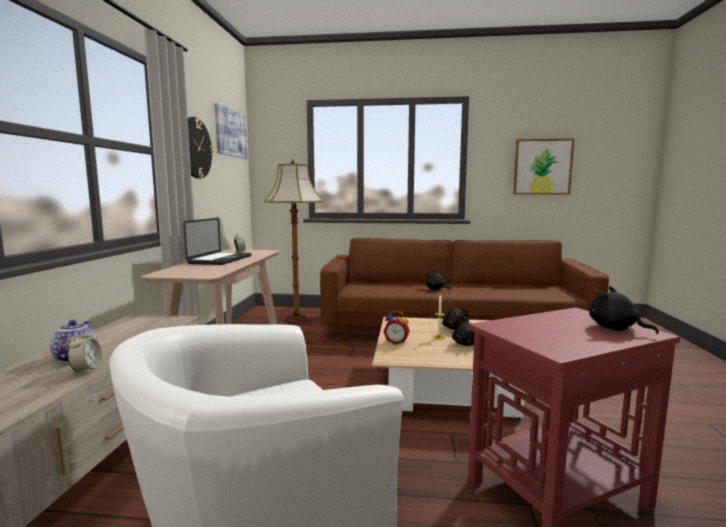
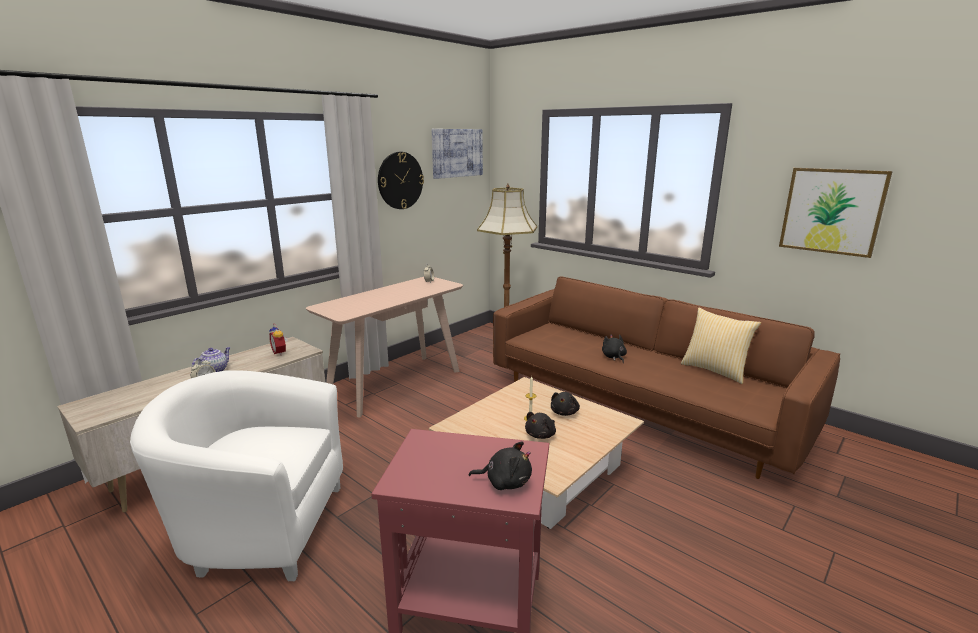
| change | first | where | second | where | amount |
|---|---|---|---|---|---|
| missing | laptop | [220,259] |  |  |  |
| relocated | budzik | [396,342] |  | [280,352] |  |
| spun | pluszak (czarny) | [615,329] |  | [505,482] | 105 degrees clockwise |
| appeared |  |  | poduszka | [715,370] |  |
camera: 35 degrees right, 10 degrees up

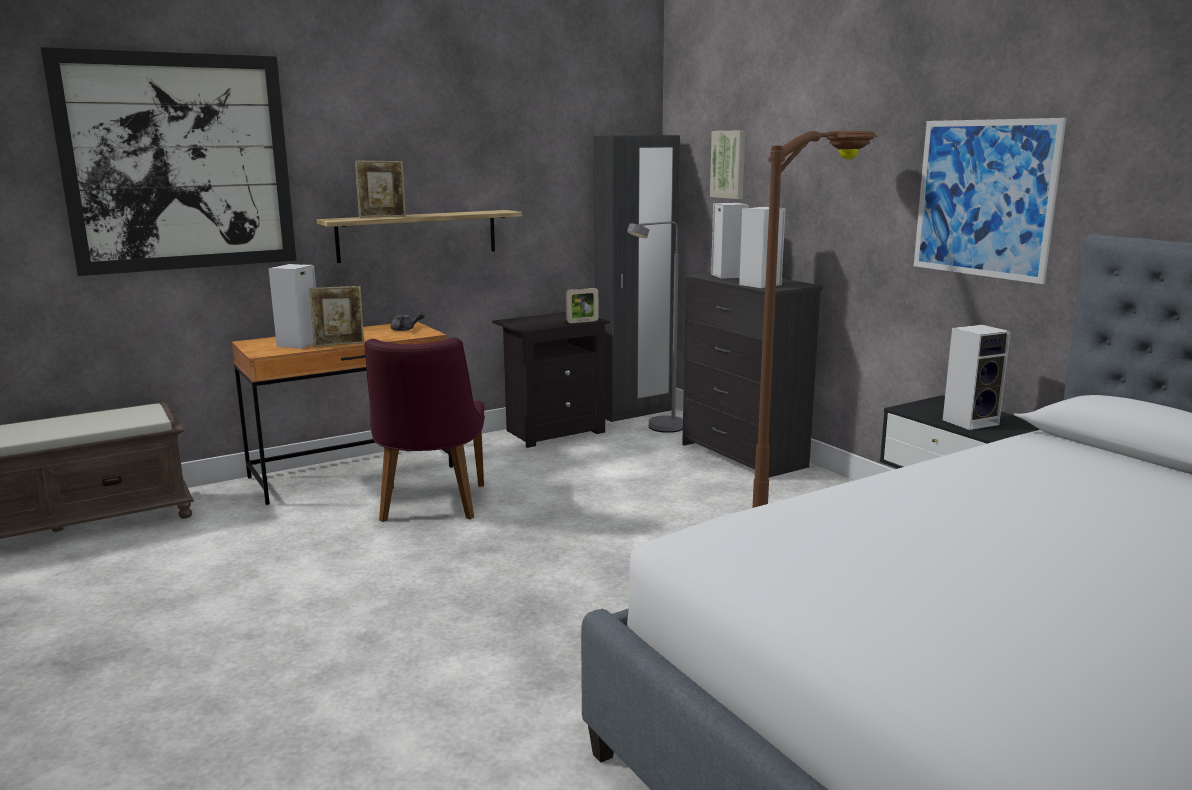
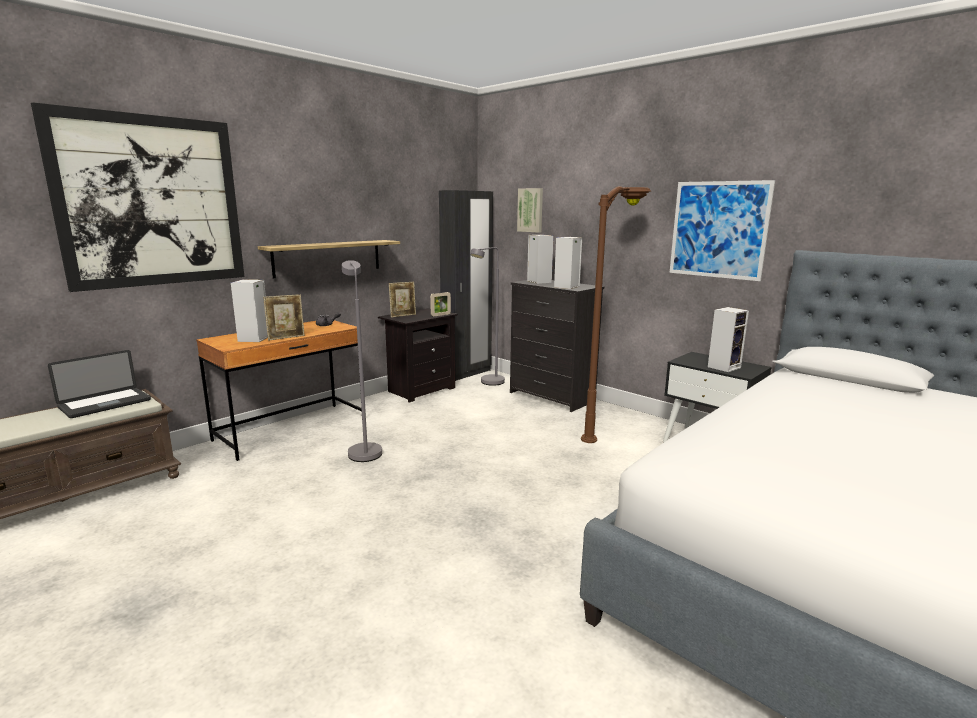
| change | first | where | second | where | amount |
|---|---|---|---|---|---|
| relocated | ramka na zdjęcie | [382,217] |  | [403,315] |  |
| exchanged | krzesło (fioletowy) | [429,507] | lampa stojąca (szary) | [364,450] |  |
| appeared |  |  | laptop | [105,404] |  |
camera: 15 degrees left, 0 degrees up

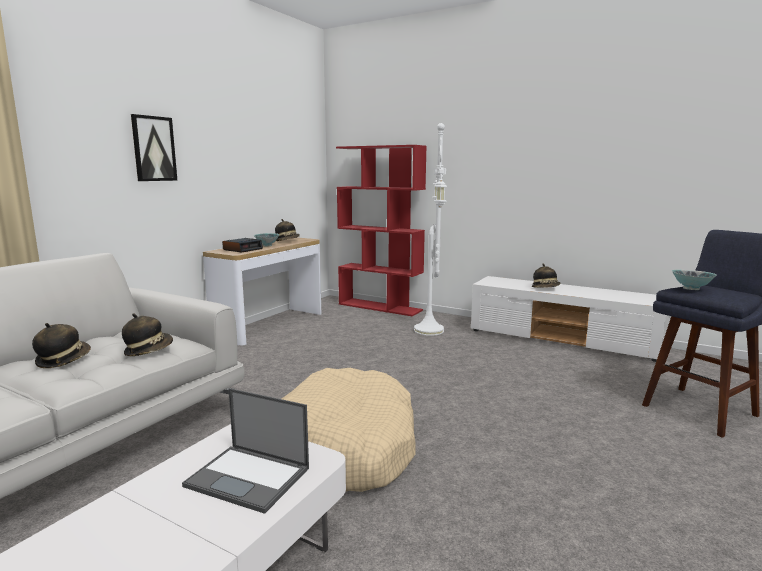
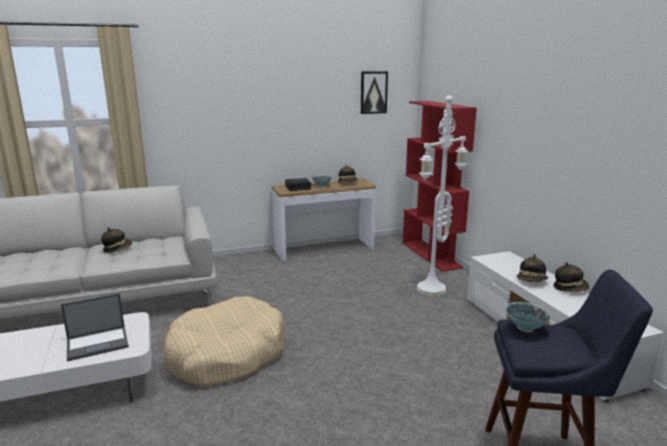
| change | first | where | second | where | amount |
|---|---|---|---|---|---|
| relocated | kapelusz | [149,350] |  | [570,288] |  |
| relocated | obraz | [154,149] |  | [373,92] |  |
| spun | laptop | [249,477] |  | [98,343] | 90 degrees counterclockwise |
camera: 40 degrees right, 5 degrees up

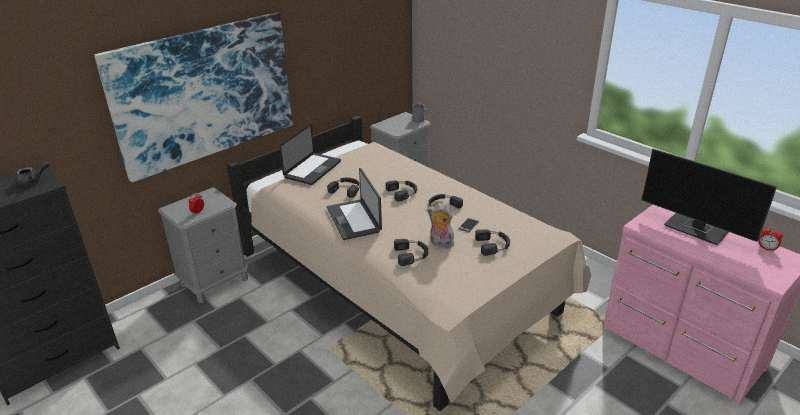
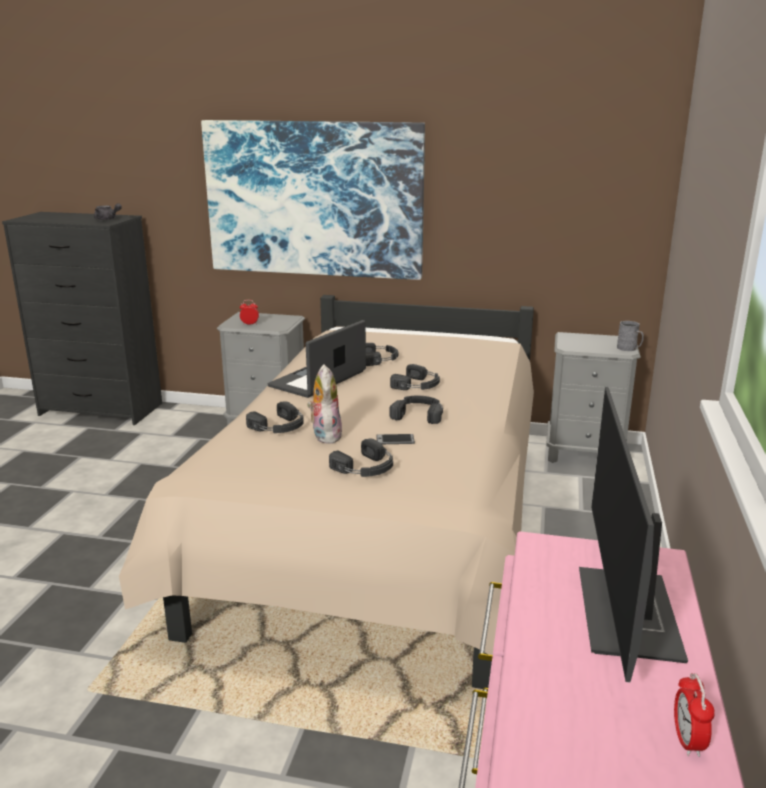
| change | first | where | second | where | amount |
|---|---|---|---|---|---|
| missing | laptop | [313,170] |  |  |  |
camera: 55 degrees right, 10 degrees down

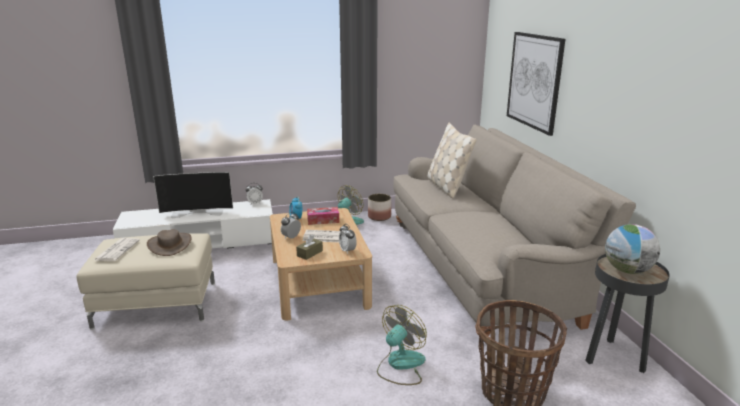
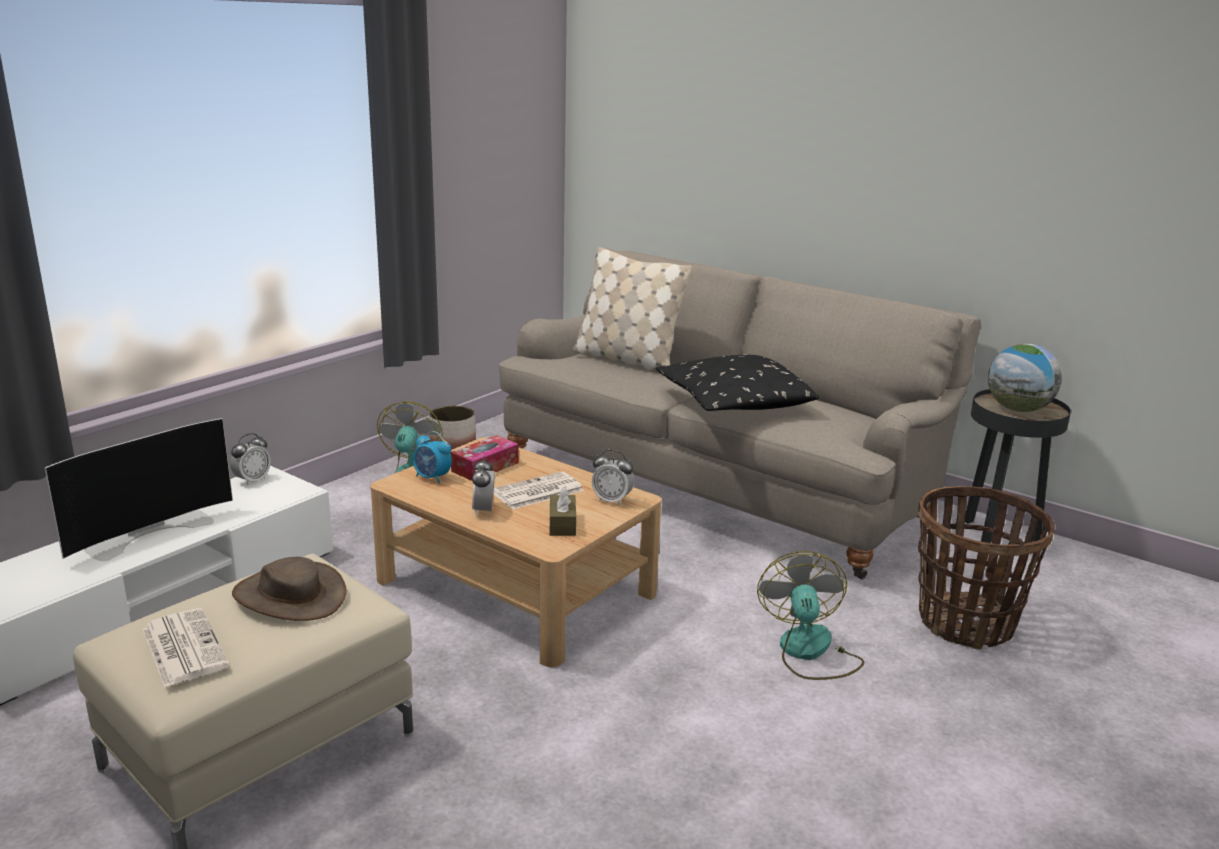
| change | first | where | second | where | amount |
|---|---|---|---|---|---|
| missing | obraz | [534,81] |  |  |  |
| appeared |  |  | poduszka (czarny) | [732,402] |  |
camera: 40 degrees left, 0 degrees up

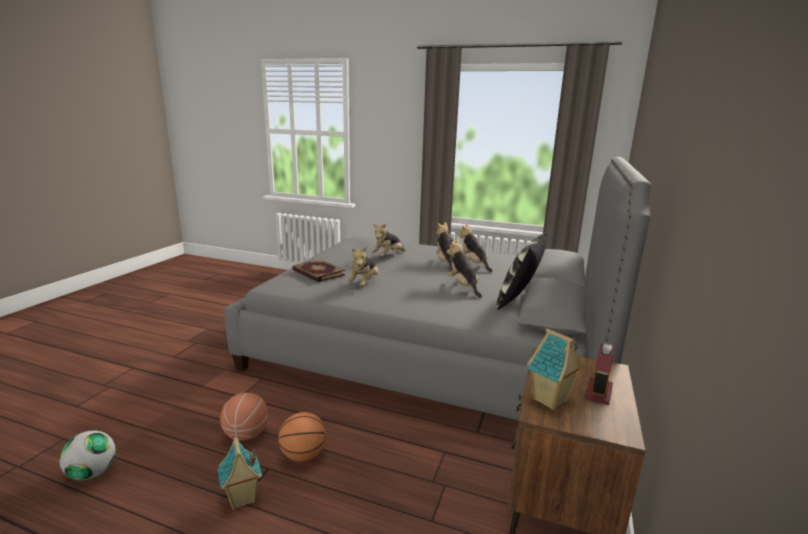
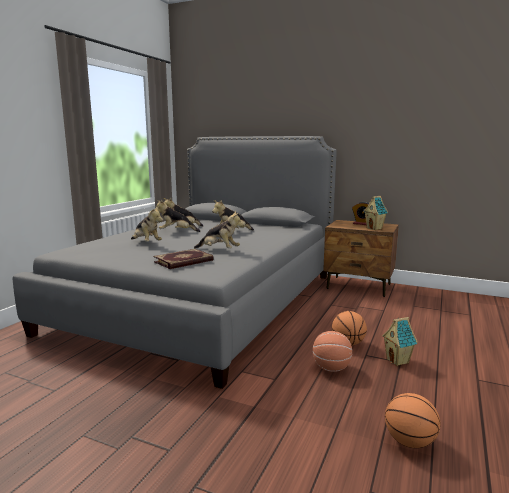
| change | first | where | second | where | amount |
|---|---|---|---|---|---|
| exchanged | piłka futbolowa | [92,473] | piłka do koszykówki | [409,442] |  |
| missing | poduszka | [518,300] |  |  |  |
camera: 85 degrees left, 5 degrees down

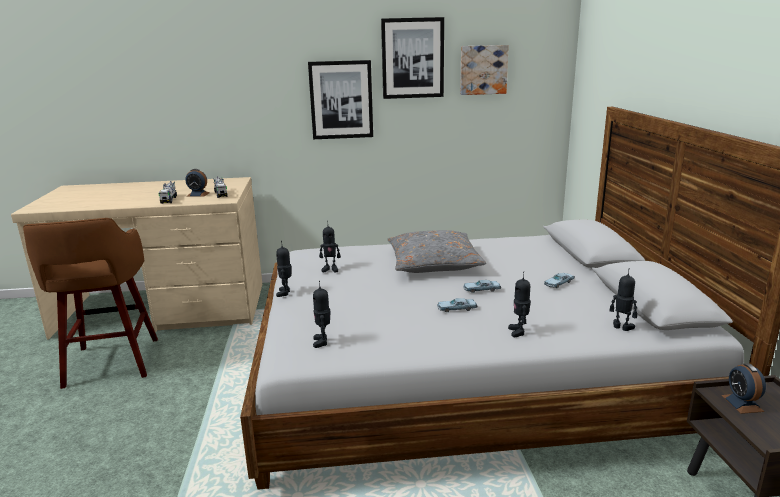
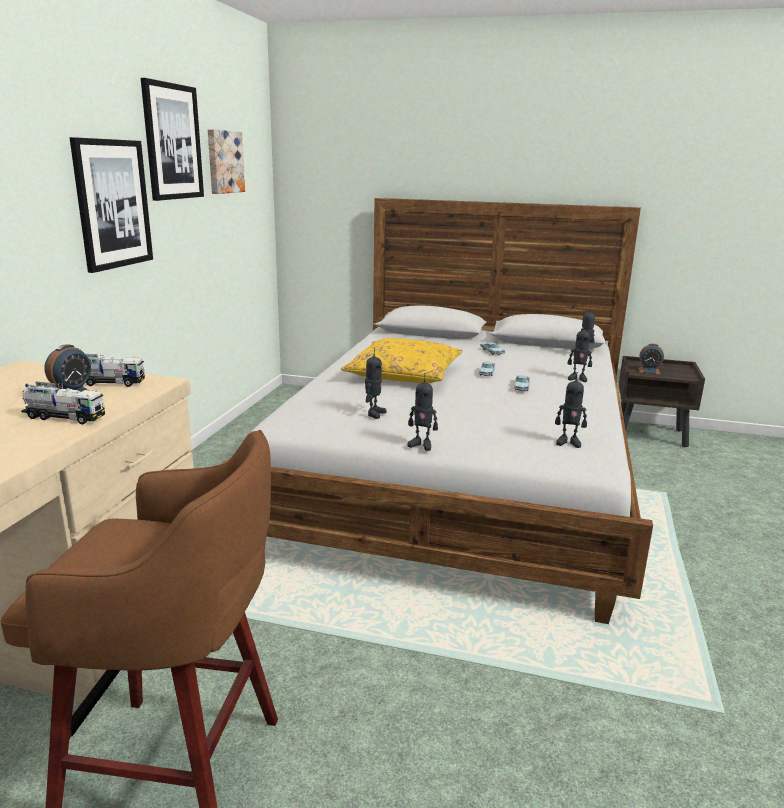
| change | first | where | second | where | amount |
|---|---|---|---|---|---|
| colour | poduszka (szary) | [433,263] | poduszka (żółty) | [404,374] |  |
camera: 70 degrees left, 0 degrees up

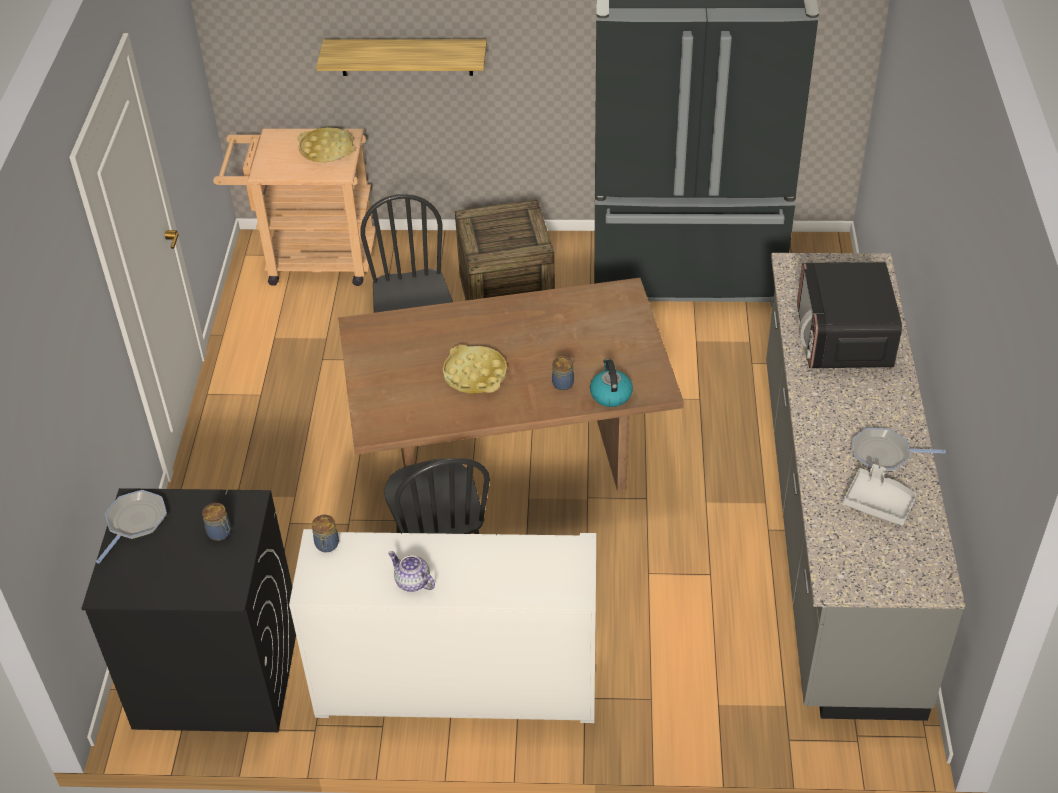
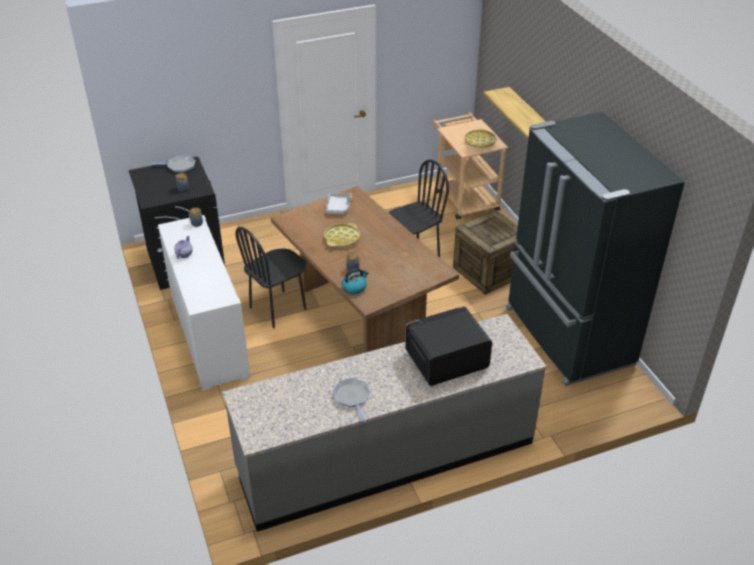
| change | first | where | second | where | amount |
|---|---|---|---|---|---|
| relocated | taca (szary) | [878,503] |  | [338,207] |  |
camera: 65 degrees right, 5 degrees down

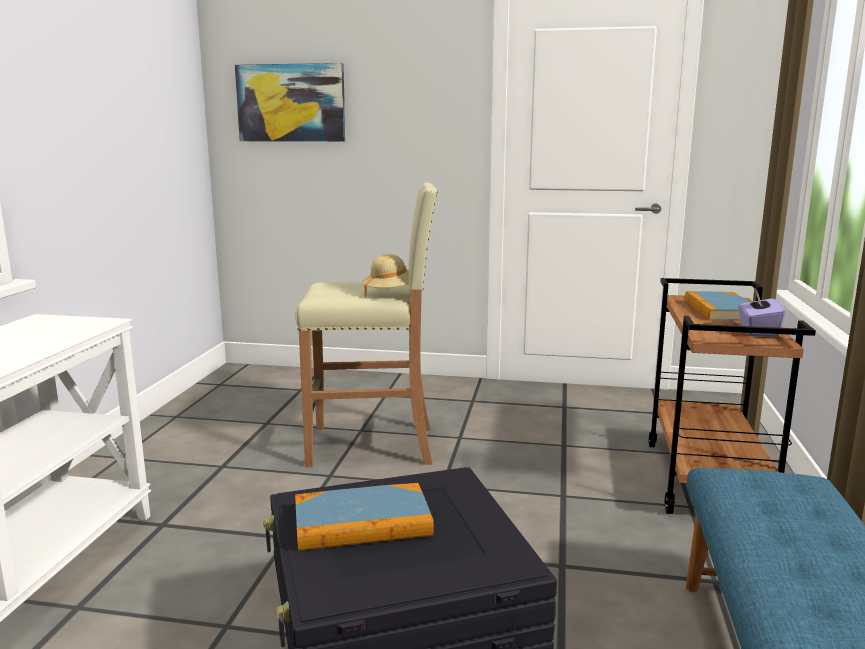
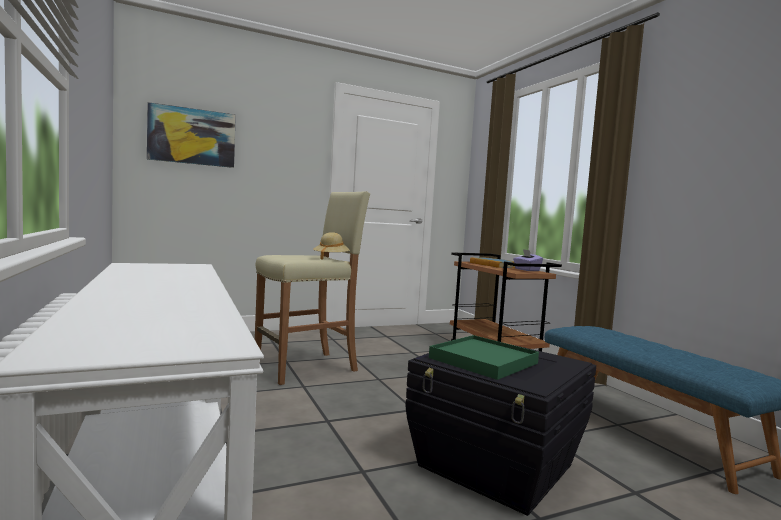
| change | first | where | second | where | amount |
|---|---|---|---|---|---|
| exchanged | książka | [362,522] | taca (zielony) | [483,361] |  |
camera: 35 degrees left, 10 degrees down

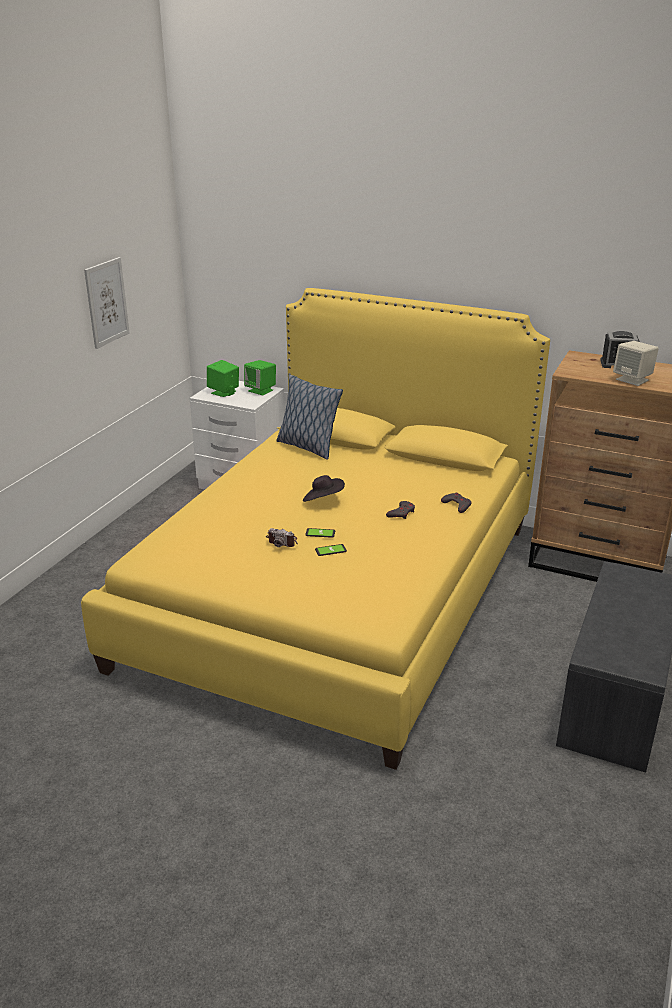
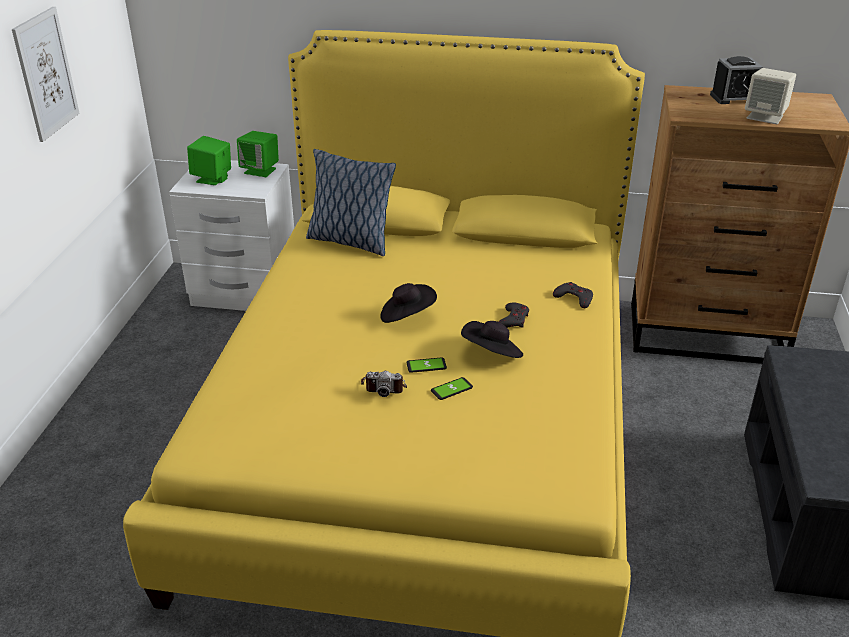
| change | first | where | second | where | amount |
|---|---|---|---|---|---|
| appeared |  |  | kapelusz (czarny) | [492,354] |  |
camera: 15 degrees left, 5 degrees up

